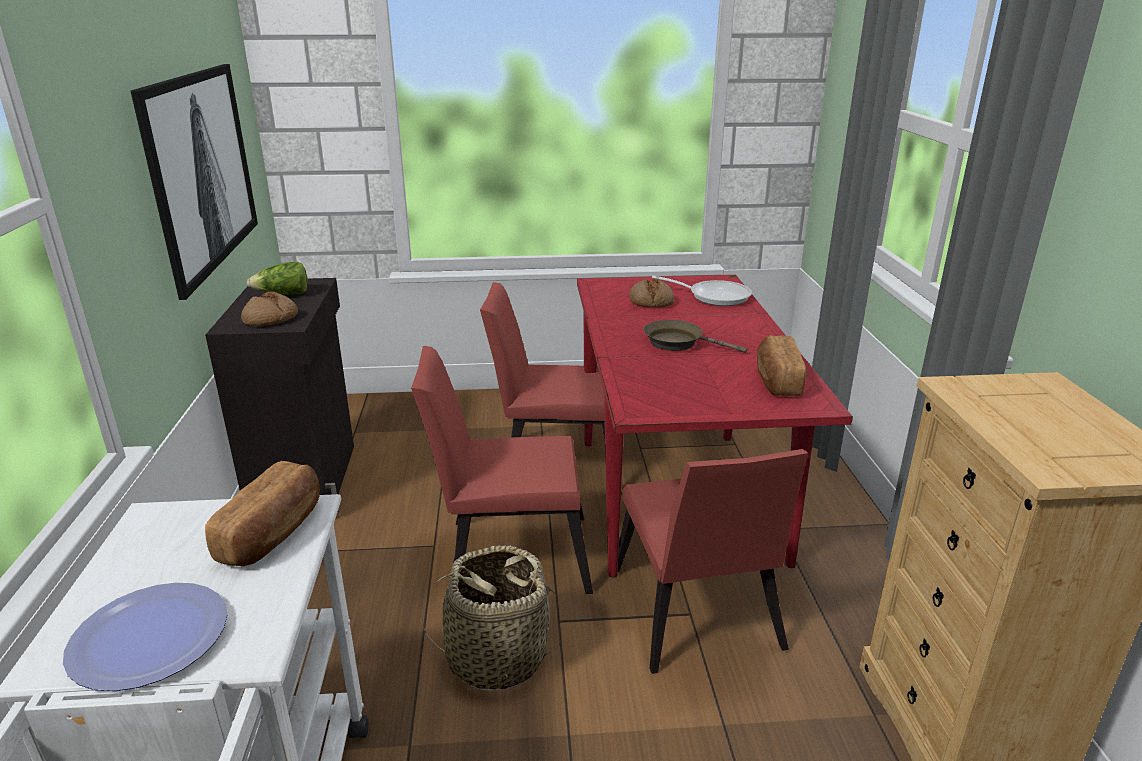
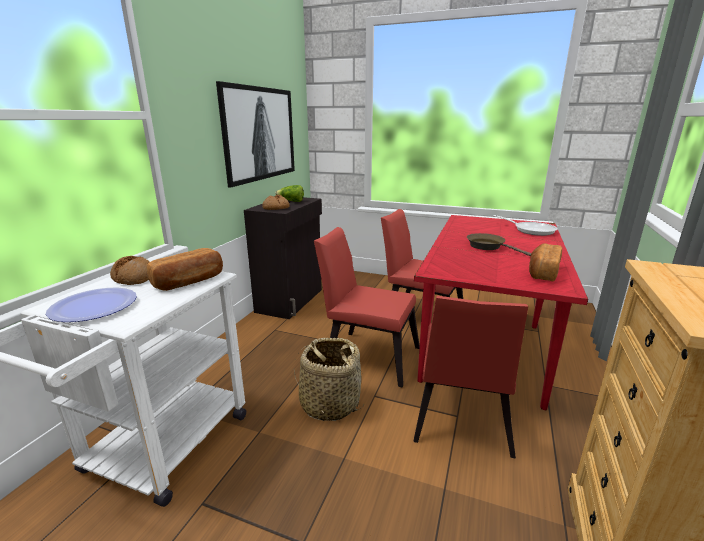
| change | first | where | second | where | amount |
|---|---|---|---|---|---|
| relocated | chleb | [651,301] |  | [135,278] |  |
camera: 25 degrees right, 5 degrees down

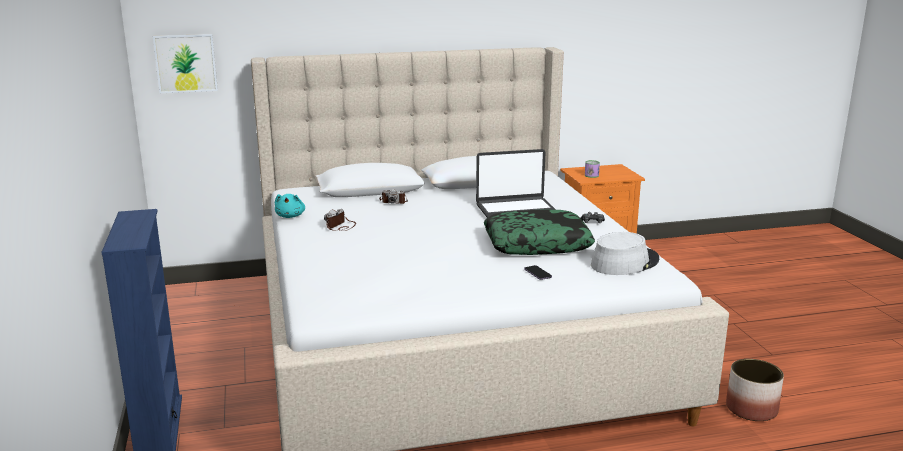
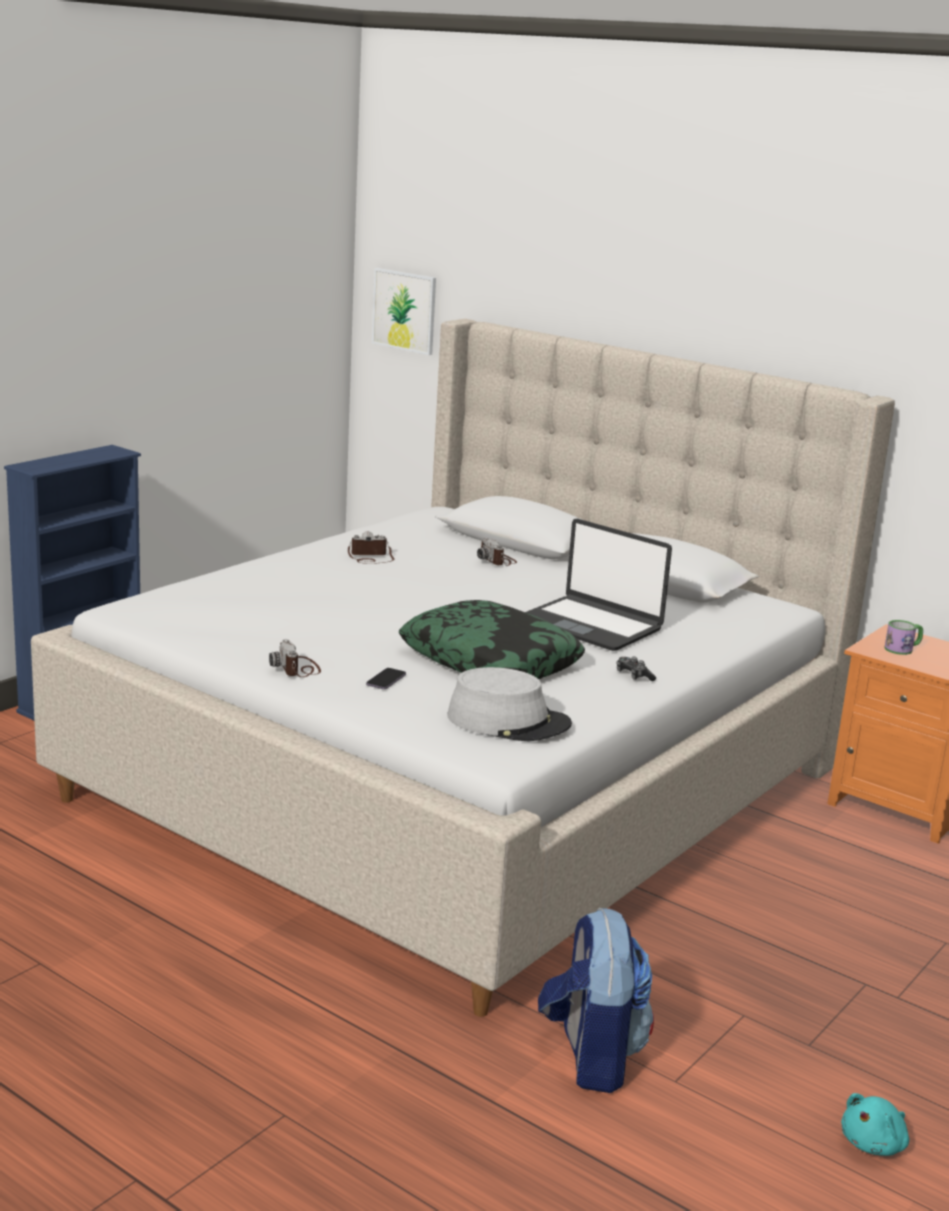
| change | first | where | second | where | amount |
|---|---|---|---|---|---|
| relocated | pluszak (turkusowy) | [290,216] |  | [874,1144] |  |
| exchanged | donica | [751,409] | plecak | [591,1057] |  |
| appeared |  |  | aparat fotograficzny | [297,668] |  |
camera: 50 degrees right, 0 degrees up

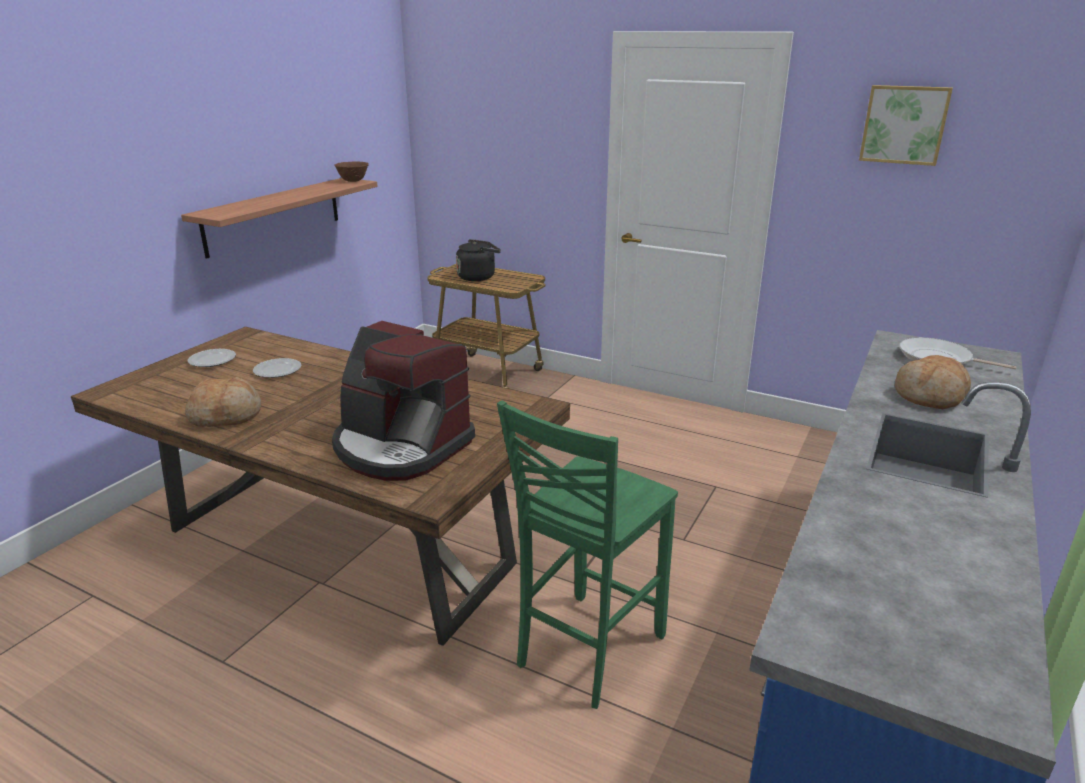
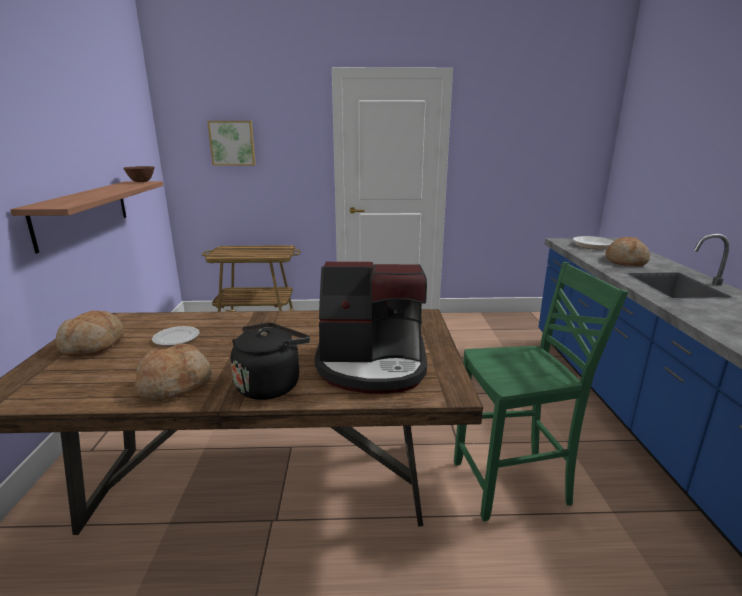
| change | first | where | second | where | amount |
|---|---|---|---|---|---|
| exchanged | talerz | [212,360] | chleb | [93,345] |  |
| relocated | czajnik (czarny) | [478,277] |  | [270,384] |  |
| spun | krzesło (zielony) | [586,650] |  | [513,485] | 105 degrees counterclockwise |
| relocated | obraz | [904,124] |  | [232,143] |  |
camera: 30 degrees left, 5 degrees down

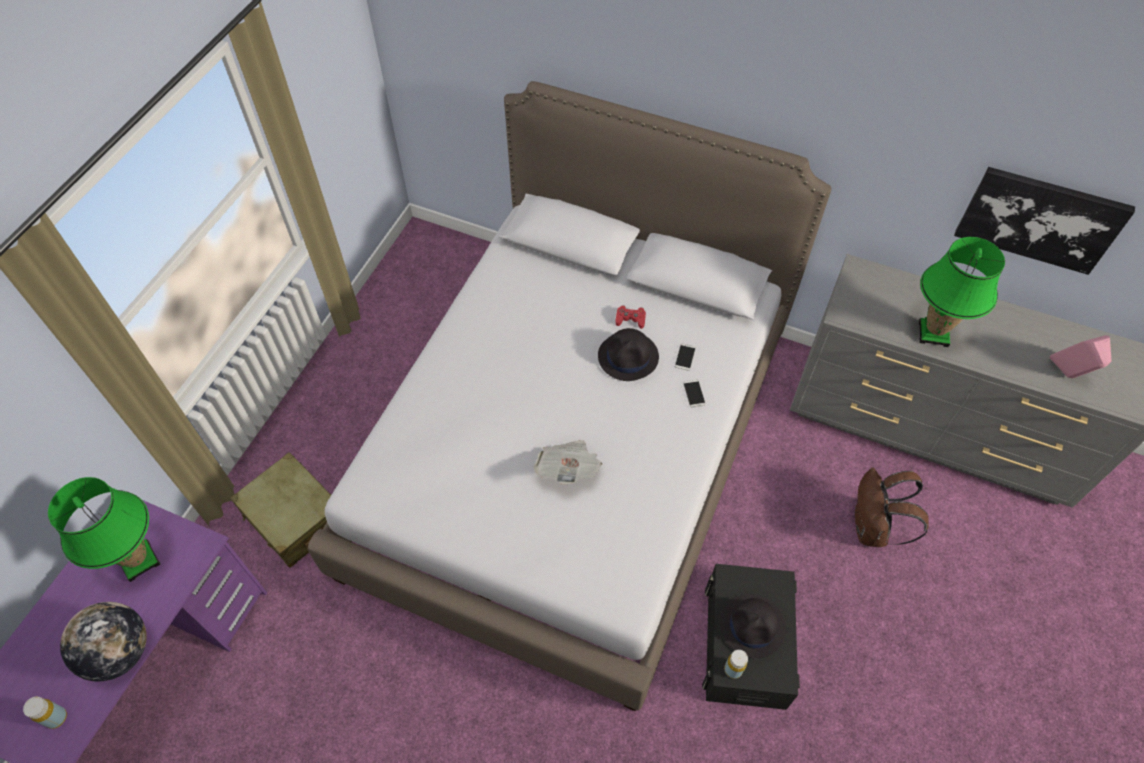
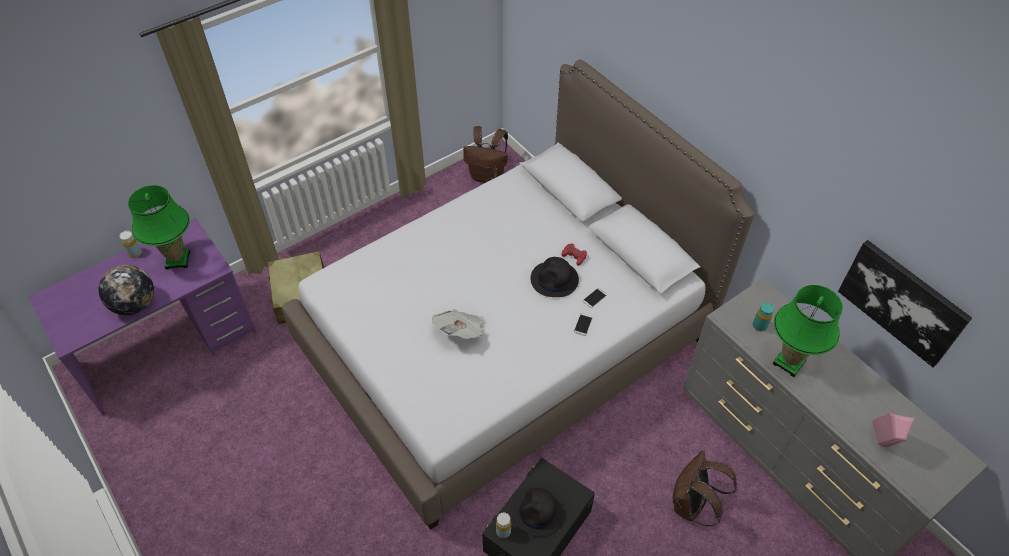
| change | first | where | second | where | amount |
|---|---|---|---|---|---|
| relocated | butelka (żółty) | [56,718] |  | [135,253] |  |
| appeared |  |  | plecak (brązowy) | [488,176] |  |
| appeared |  |  | butelka (turkusowy) | [759,326] |  |
camera: 30 degrees right, 5 degrees down

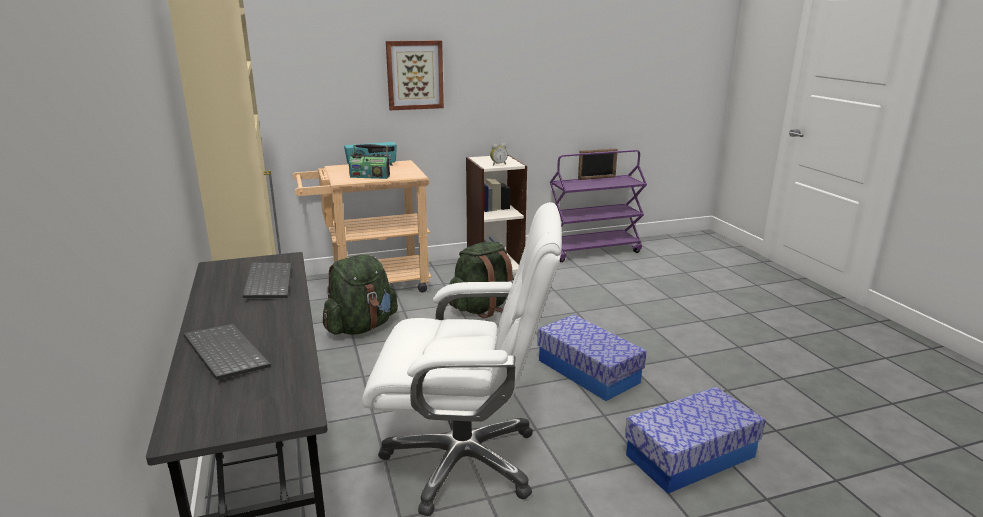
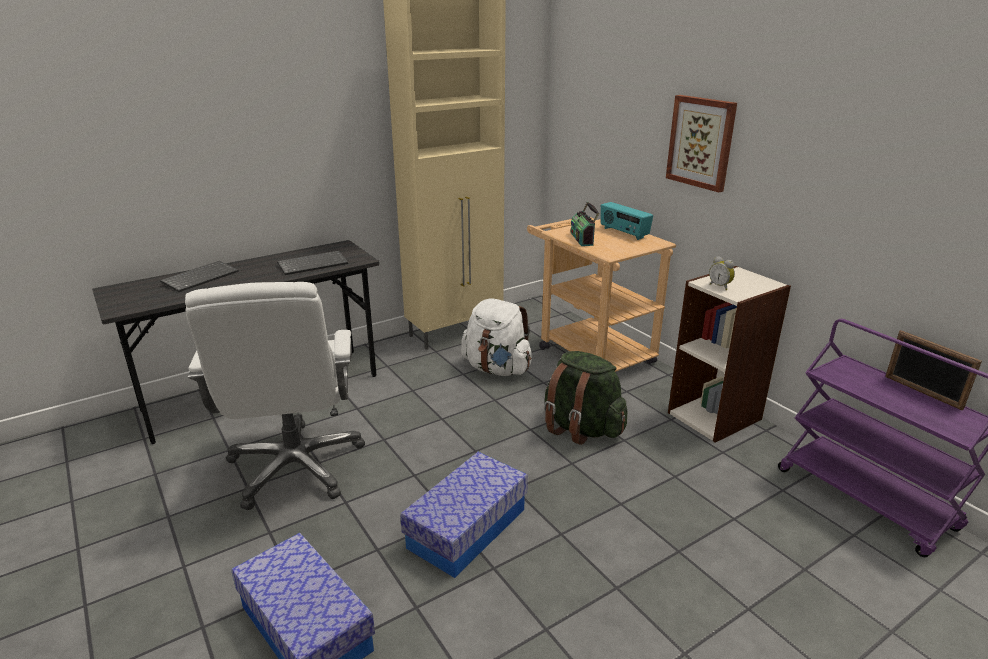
| change | first | where | second | where | amount |
|---|---|---|---|---|---|
| colour | plecak (zielony) | [361,327] | plecak (biały) | [497,369] |  |
camera: 75 degrees right, 5 degrees up

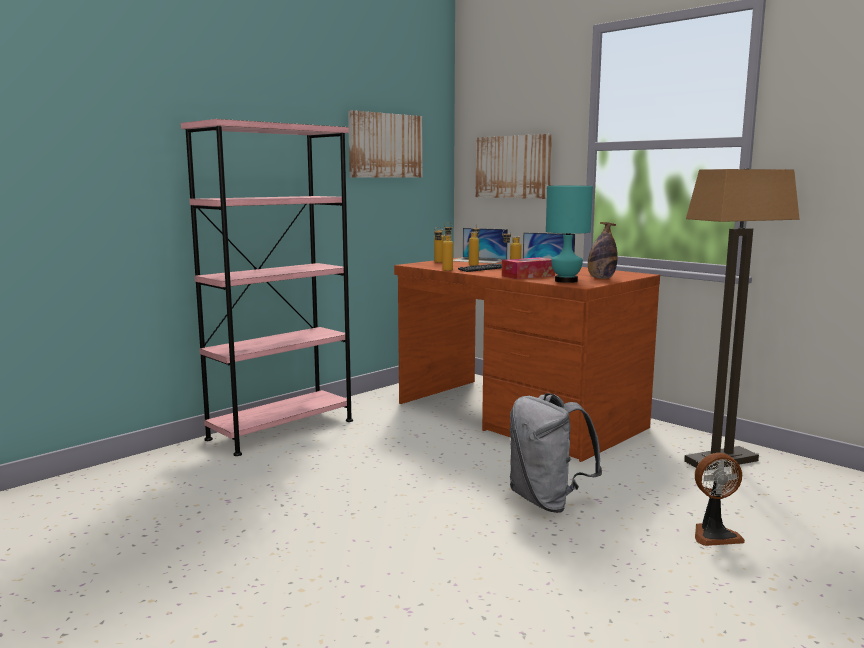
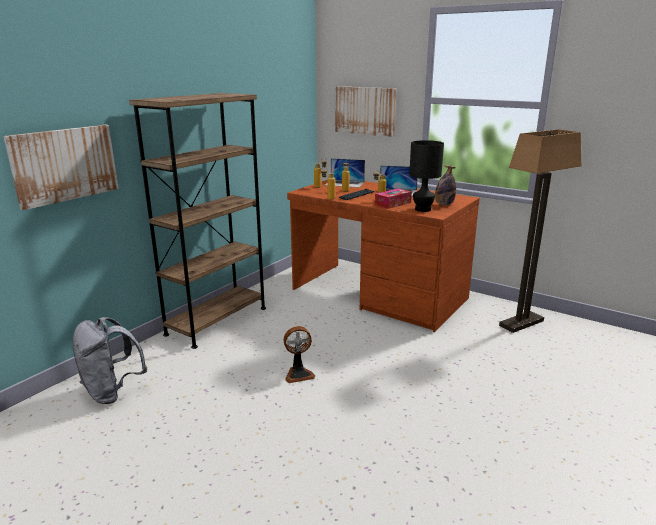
| change | first | where | second | where | amount |
|---|---|---|---|---|---|
| colour | regał (różowy) | [281,429] | regał (brązowy) | [217,321] |  |
| relocated | obraz | [385,145] |  | [64,164] |  |
| relocated | plecak (szary) | [547,501] |  | [112,392] |  |
| colour | lampa stołowa (turkusowy) | [566,281] | lampa stołowa (czarny) | [423,209] |  |
| relocated | wentylator | [714,535] |  | [298,374] |  |
camera: 10 degrees left, 10 degrees up

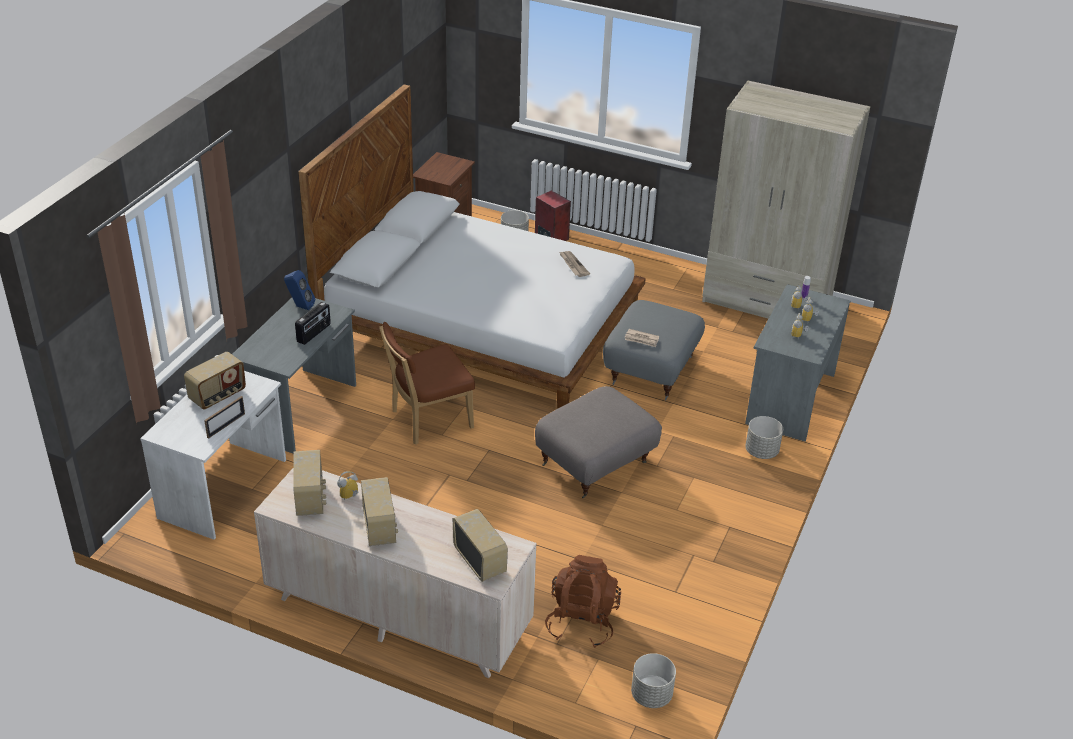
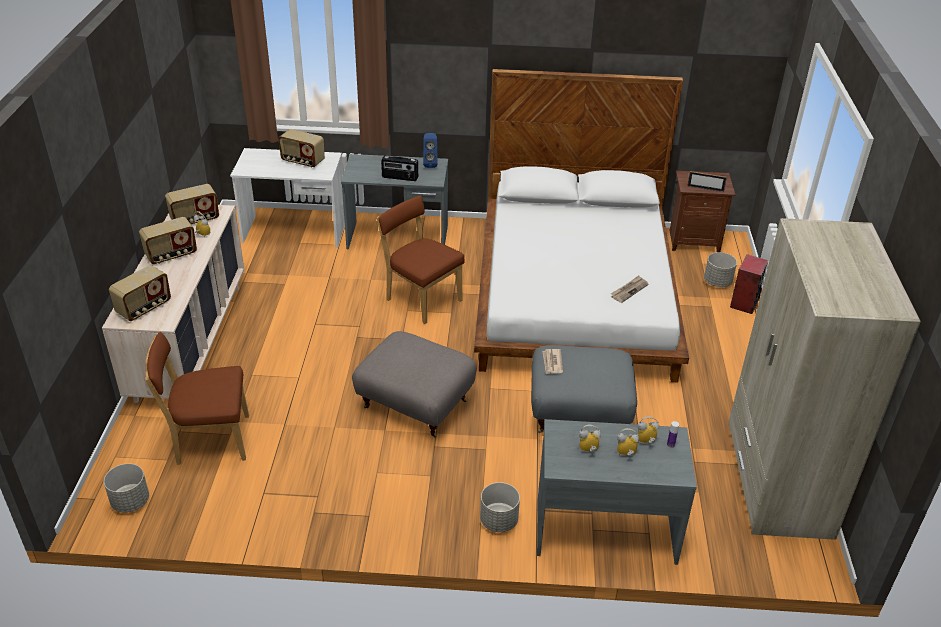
| change | first | where | second | where | amount |
|---|---|---|---|---|---|
| relocated | ramka na zdjęcie | [226,425] |  | [705,189] |  |
| exchanged | plecak (brązowy) | [582,621] | krzesło (brązowy) | [209,440] |  |
camera: 70 degrees right, 0 degrees up

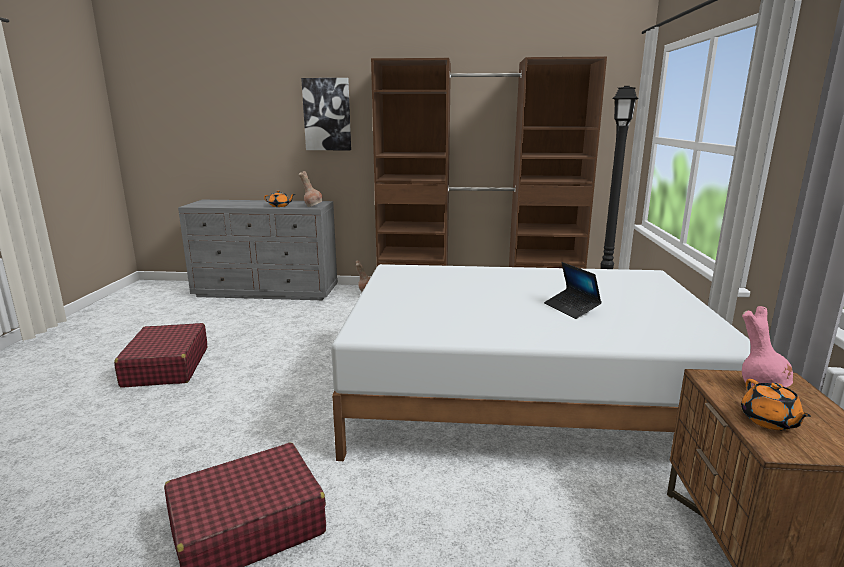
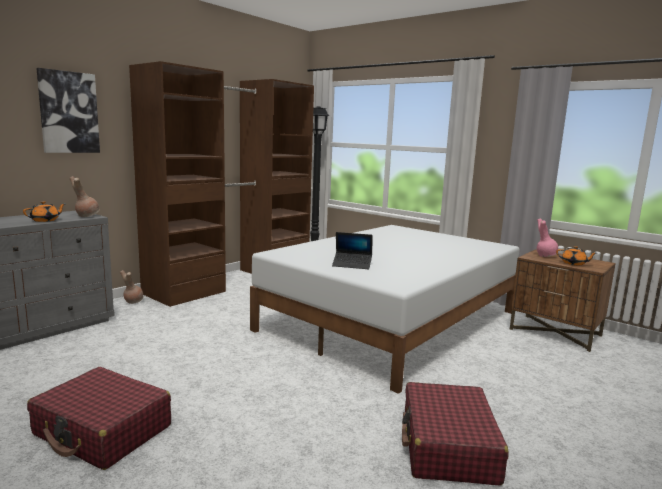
| change | first | where | second | where | amount |
|---|---|---|---|---|---|
| relocated | laptop | [571,308] |  | [352,265] |  |
camera: 55 degrees left, 5 degrees down

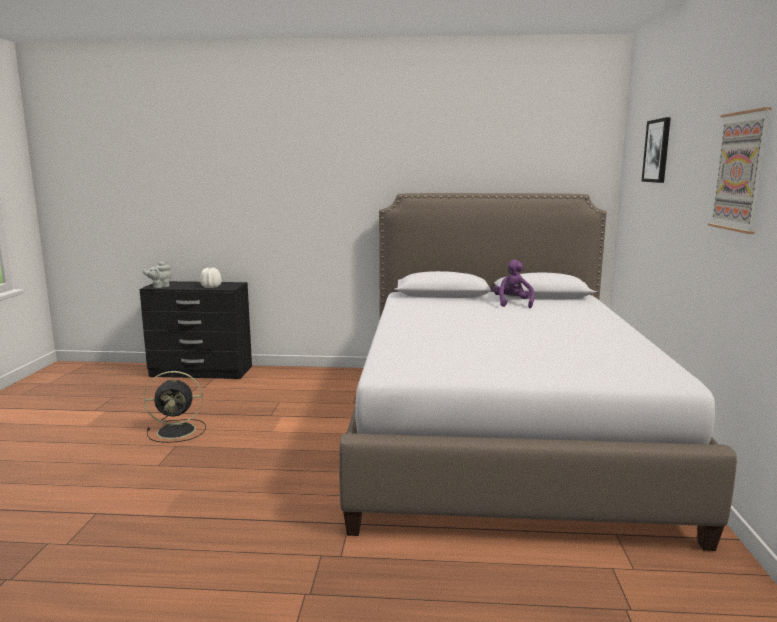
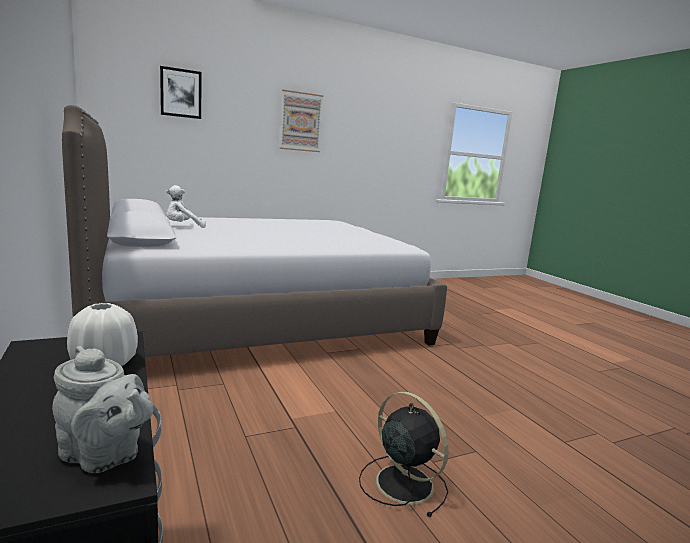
| change | first | where | second | where | amount |
|---|---|---|---|---|---|
| colour | pluszak (fioletowy) | [512,304] | pluszak (biały) | [183,227] |  |
camera: 120 degrees left, 0 degrees up

